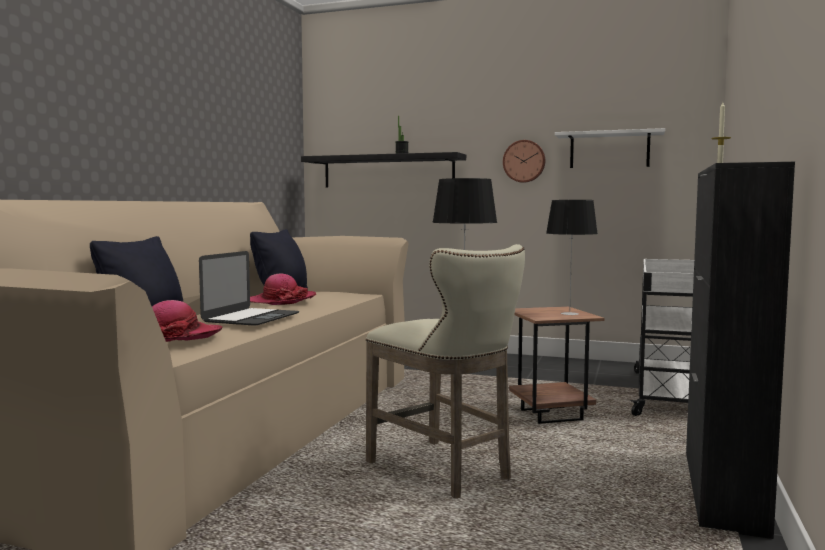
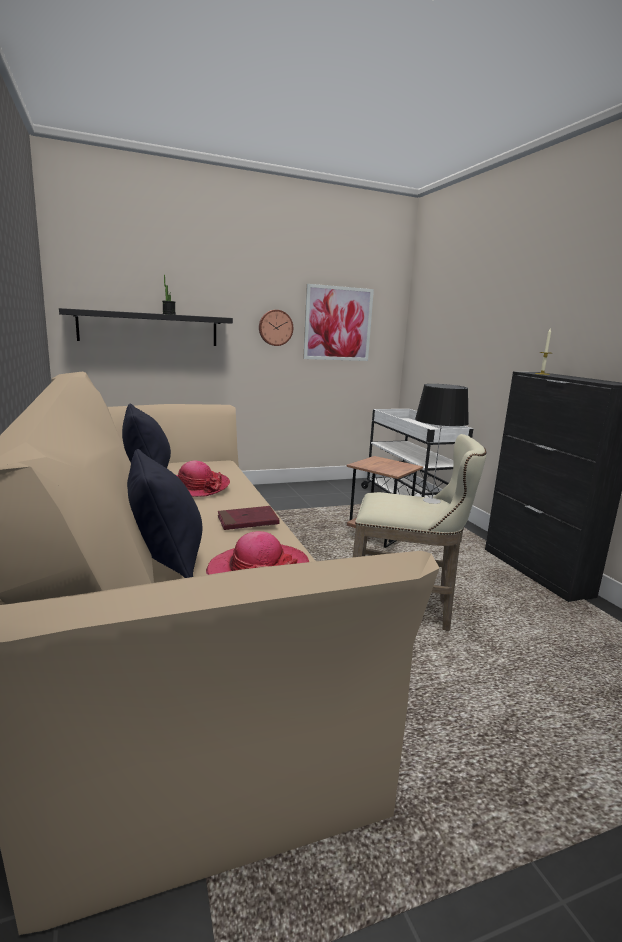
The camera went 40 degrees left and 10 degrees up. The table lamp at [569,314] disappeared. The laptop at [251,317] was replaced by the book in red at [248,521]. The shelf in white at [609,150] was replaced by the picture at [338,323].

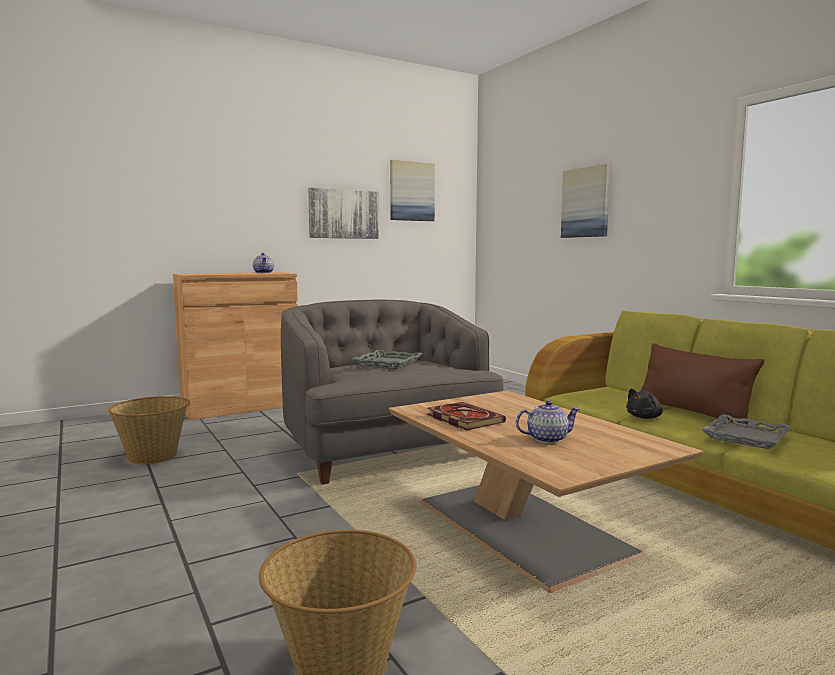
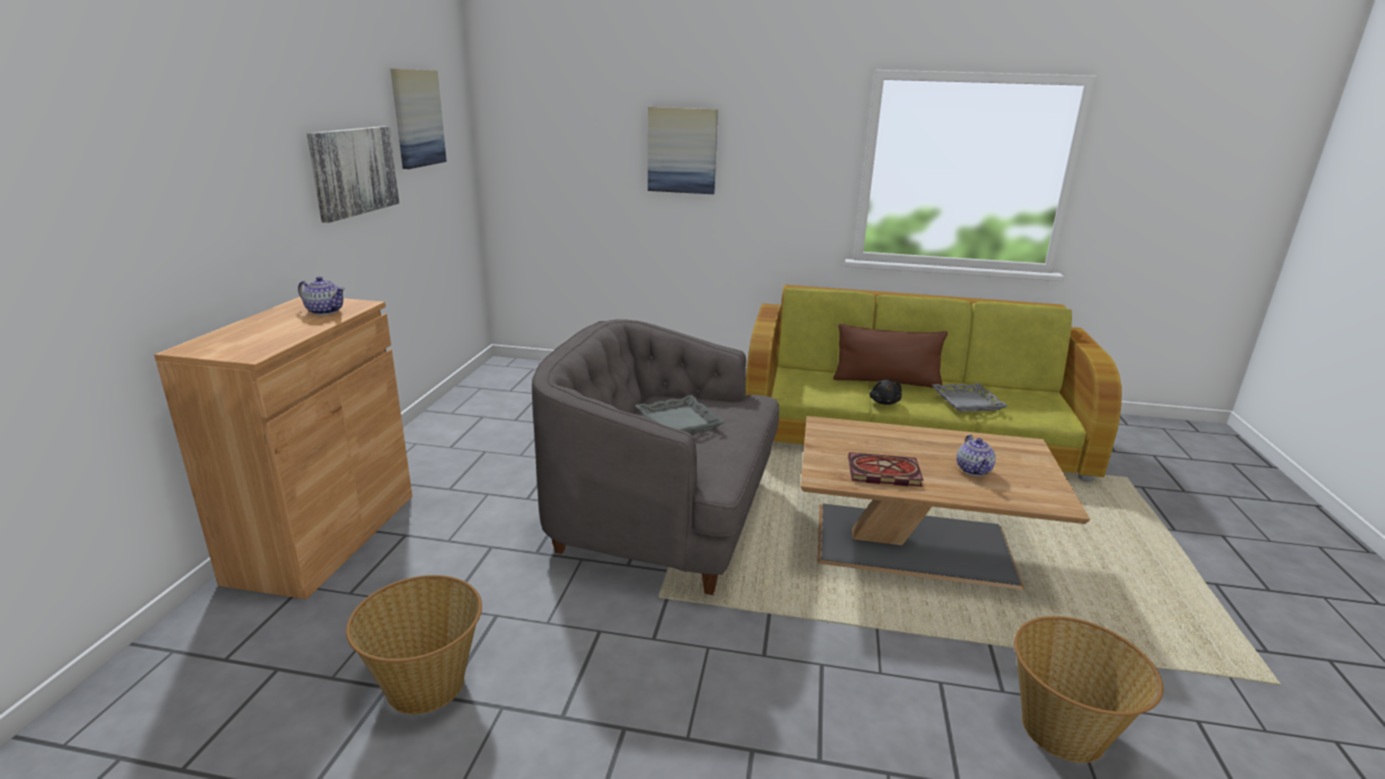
The camera went 50 degrees left and 15 degrees up. The teapot at [546,439] turned 150 degrees clockwise.

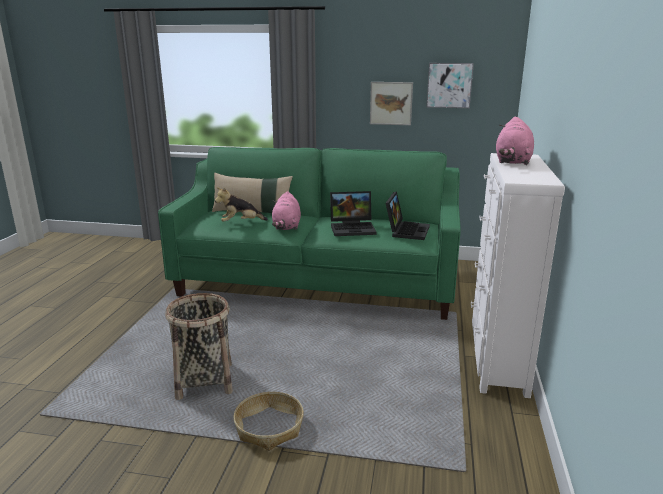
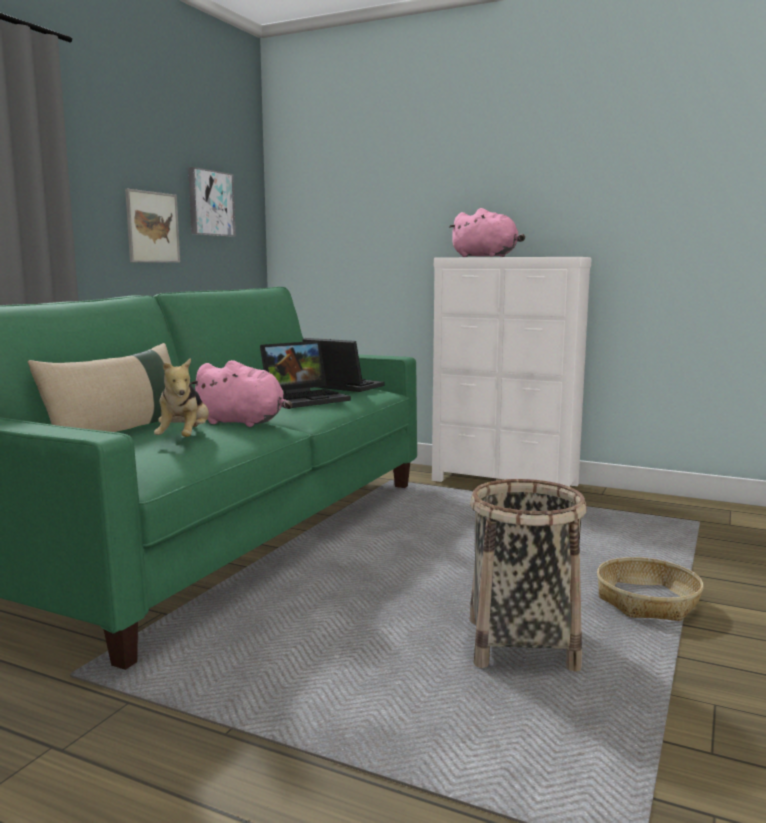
The camera went 75 degrees left and 10 degrees down. The laptop at [353,228] turned 45 degrees clockwise.

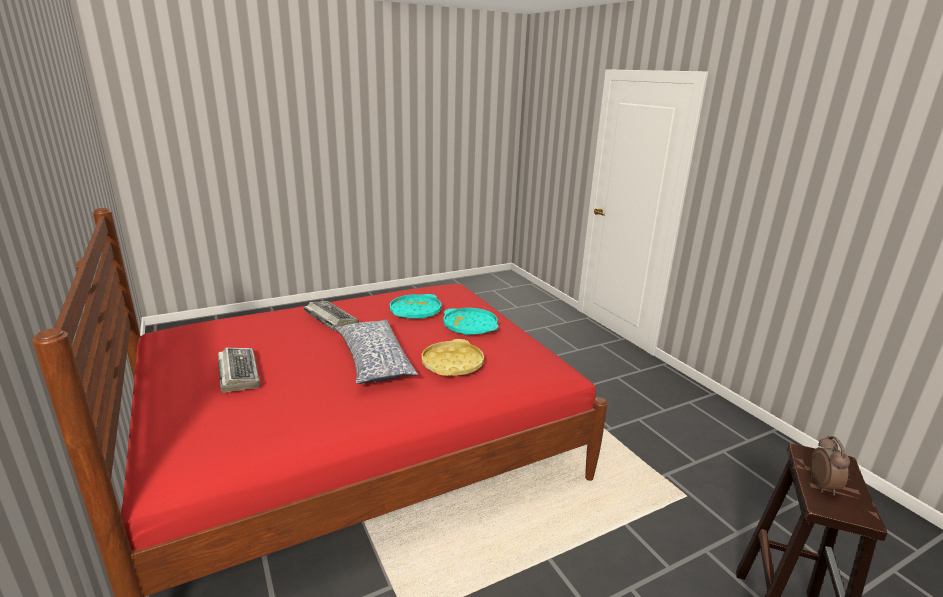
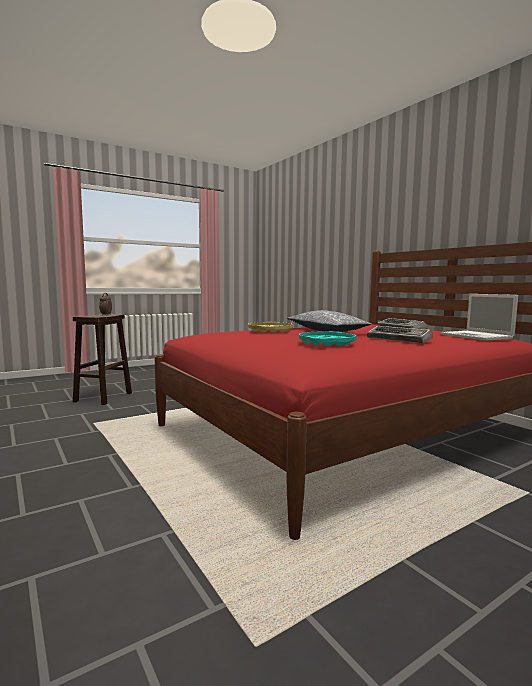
The camera went 175 degrees right and 15 degrees down. The tray in turquoise at [470,326] disappeared. The laptop at [477,336] appeared.

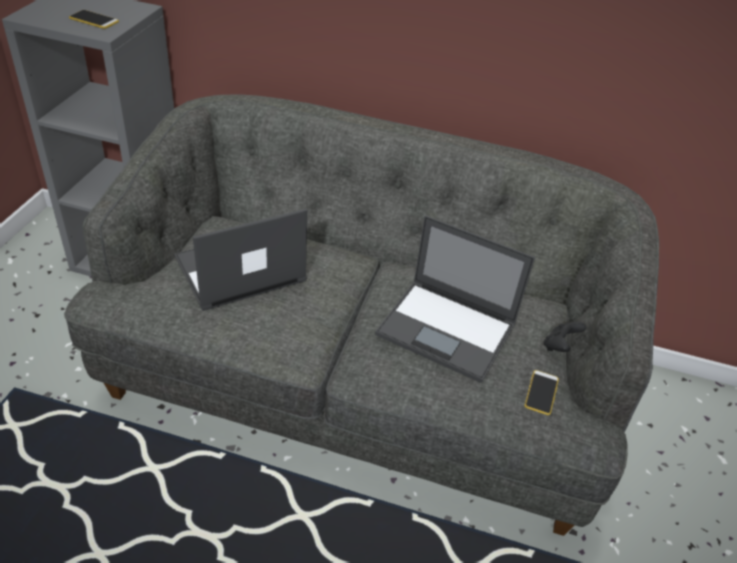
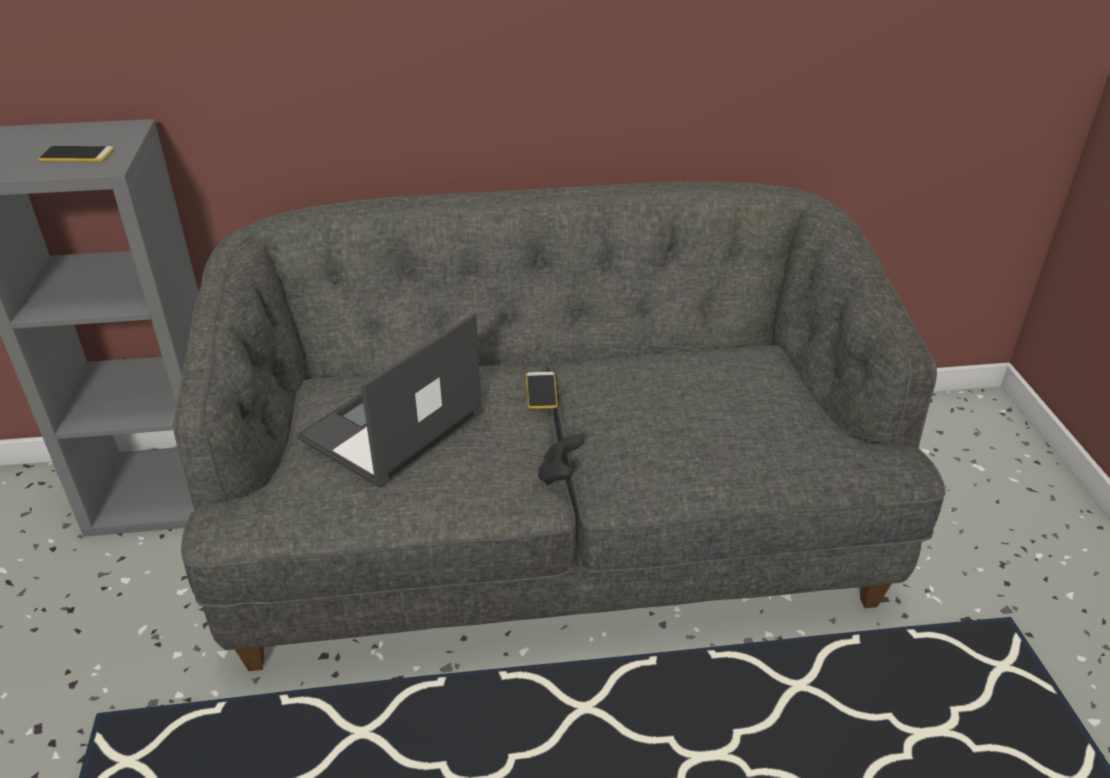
The camera went 20 degrees left and 5 degrees down. The laptop at [448,330] disappeared. The phone moved from [541,392] to [541,391]. The game controller in black moved from [559,346] to [559,474].

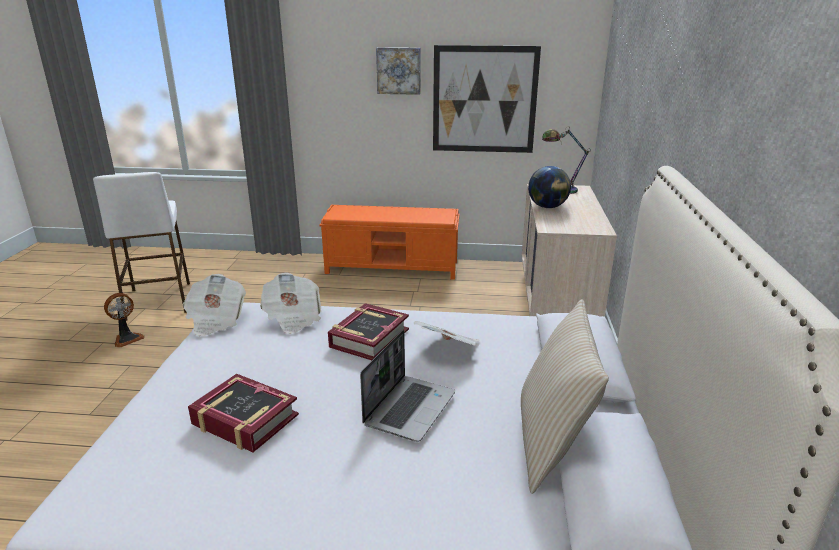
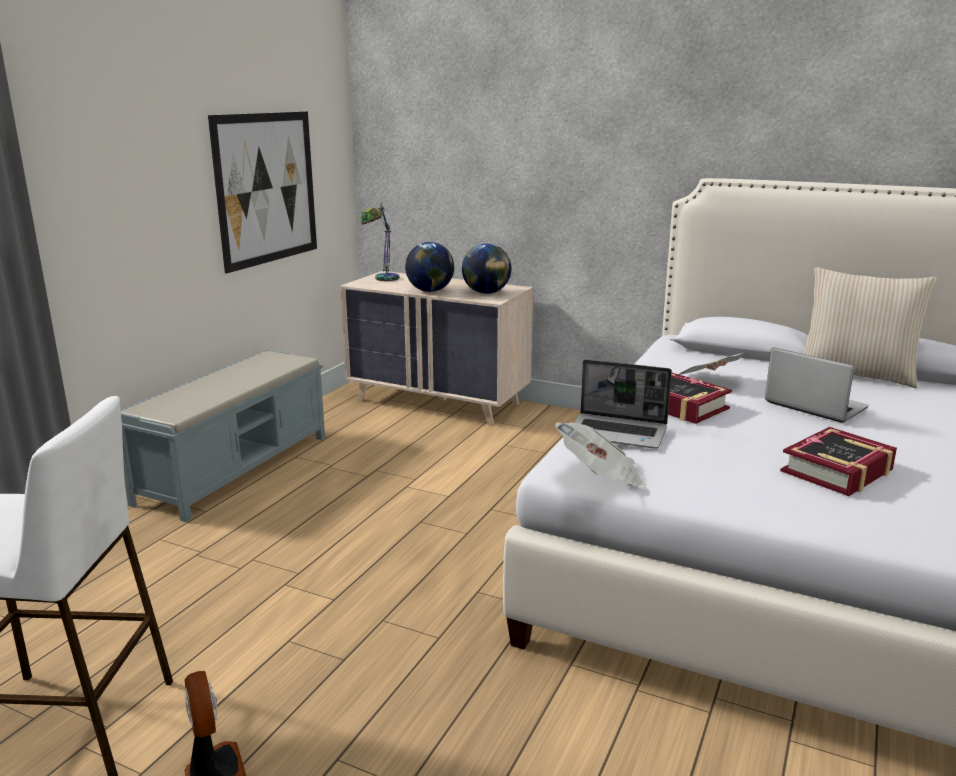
The camera went 70 degrees left and 5 degrees down. The picture at [399,70] disappeared. The globe at [486,293] appeared. The newspaper at [293,317] was replaced by the laptop at [619,433]. The bench in orange at [393,267] became the bench in grey at [236,468].

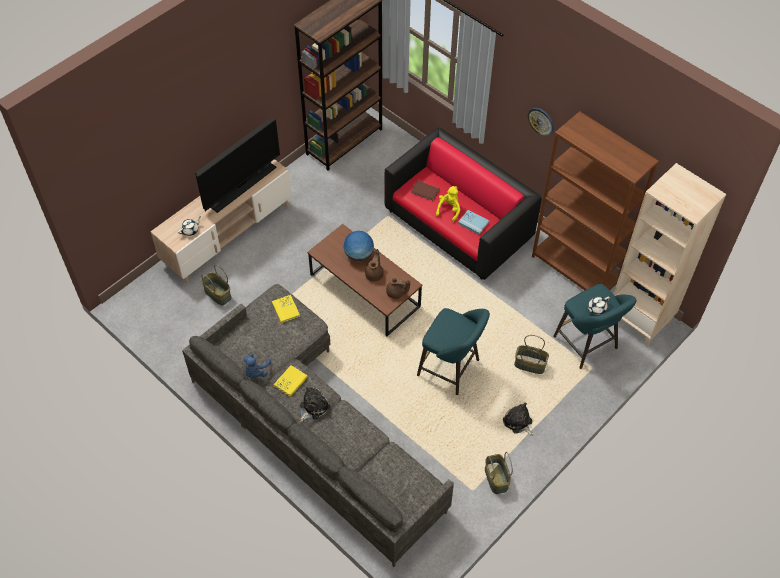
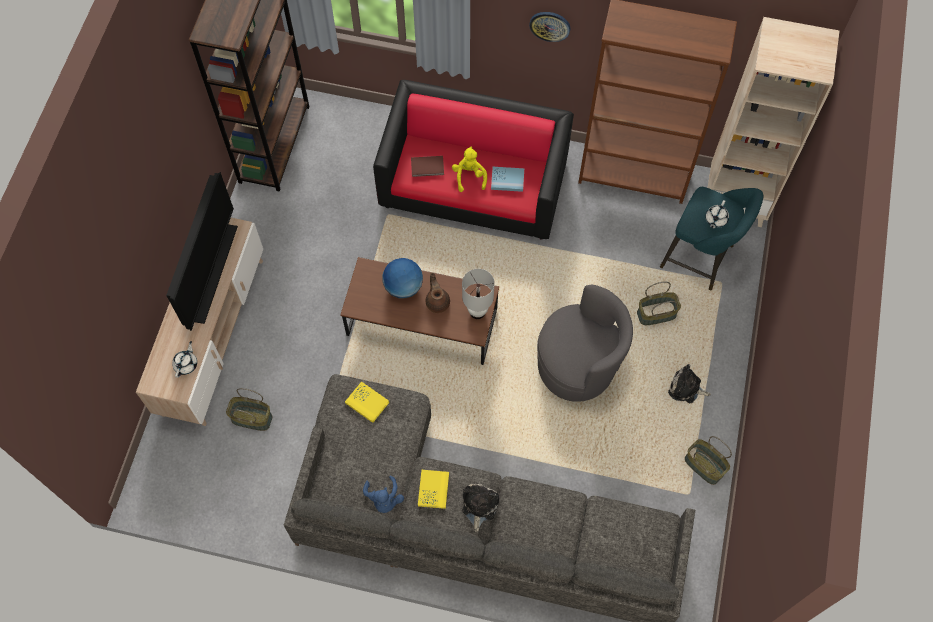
The camera went 30 degrees left and 10 degrees up. The teapot in brown at [396,293] was replaced by the table lamp in white at [477,312]. The stool in turquoise at [451,369] was replaced by the armchair in grey at [578,365].

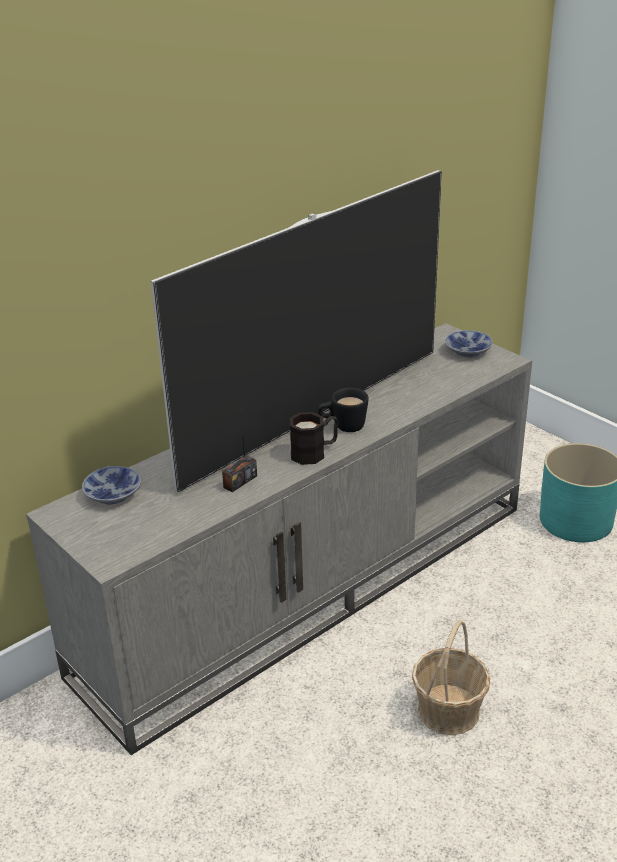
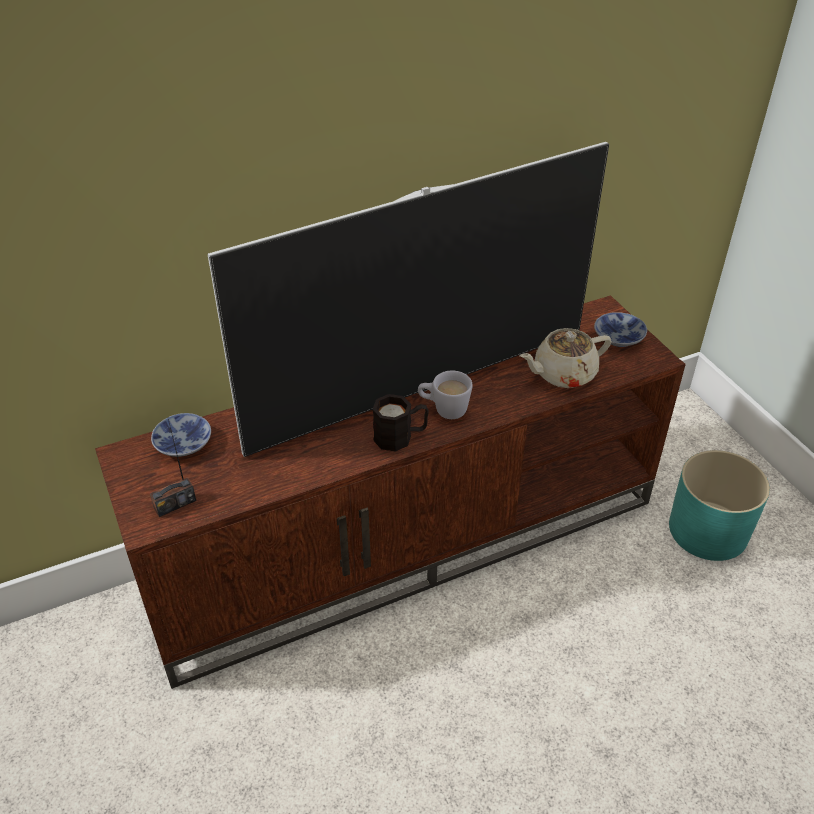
The camera went 15 degrees right and 10 degrees up. The basket at [449,710] disappeared. The teapot in beige at [563,374] appeared. The radio moved from [240,481] to [175,504]. The tv stand in grey at [311,584] became the tv stand in brown at [407,541]. The mug in black at [343,427] became the mug in white at [444,410].

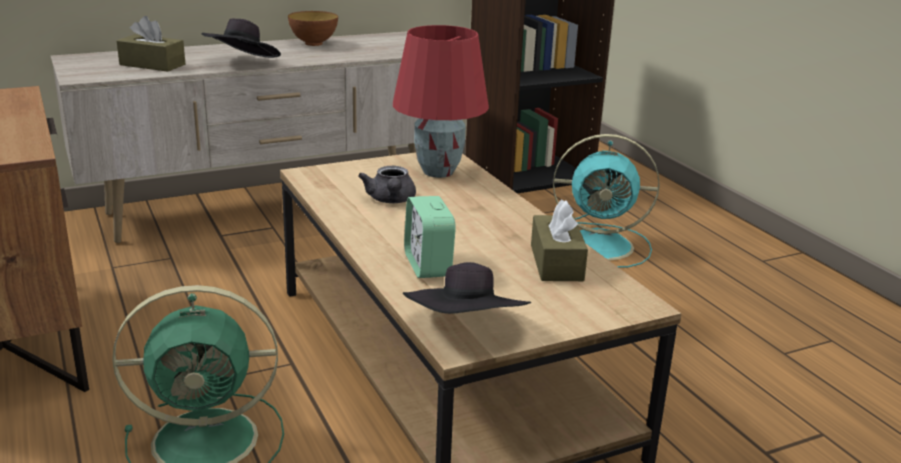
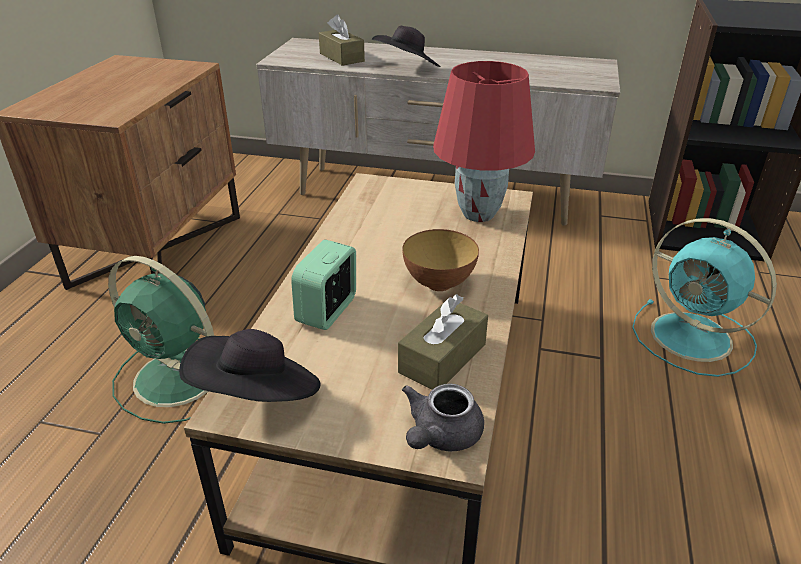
The camera went 40 degrees right and 10 degrees up. The bowl moved from [313,43] to [439,283]. The teapot in grey moved from [391,200] to [440,436].

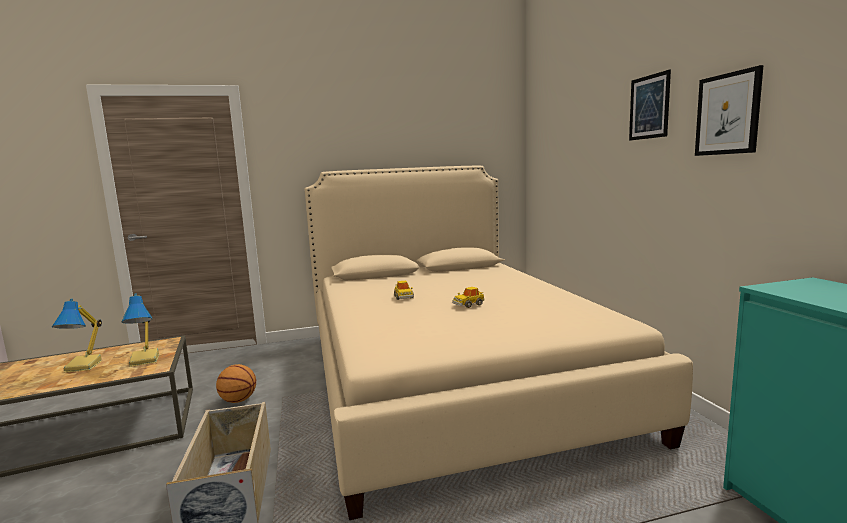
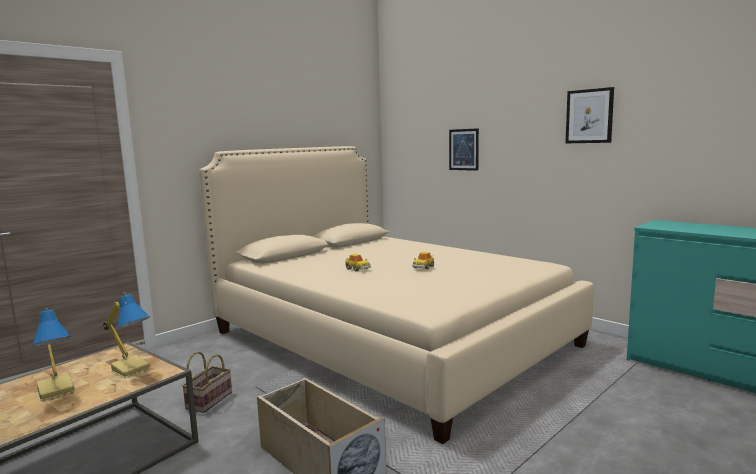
The camera went 30 degrees left and 0 degrees up. The picture moved from [649,107] to [463,149]. The basketball at [239,400] was replaced by the basket at [209,400].

